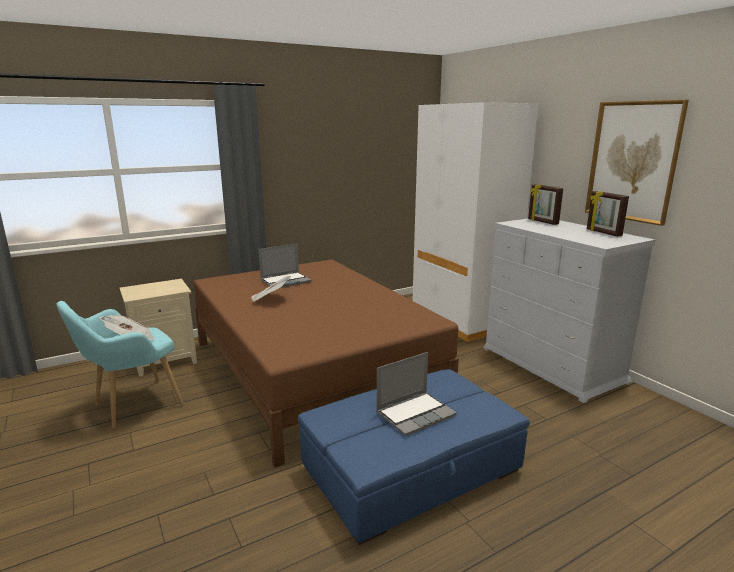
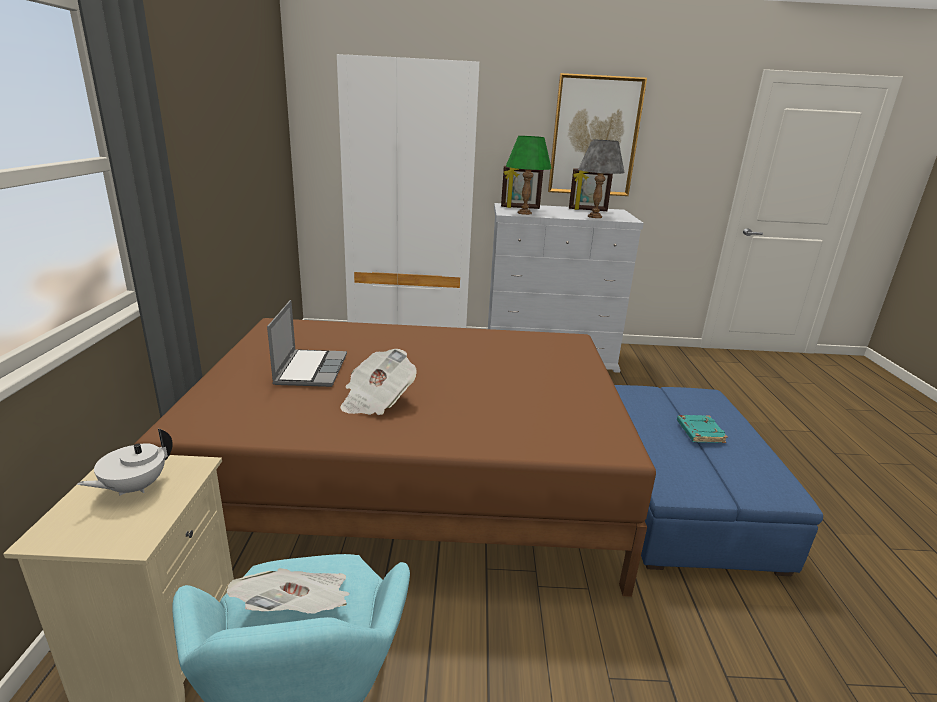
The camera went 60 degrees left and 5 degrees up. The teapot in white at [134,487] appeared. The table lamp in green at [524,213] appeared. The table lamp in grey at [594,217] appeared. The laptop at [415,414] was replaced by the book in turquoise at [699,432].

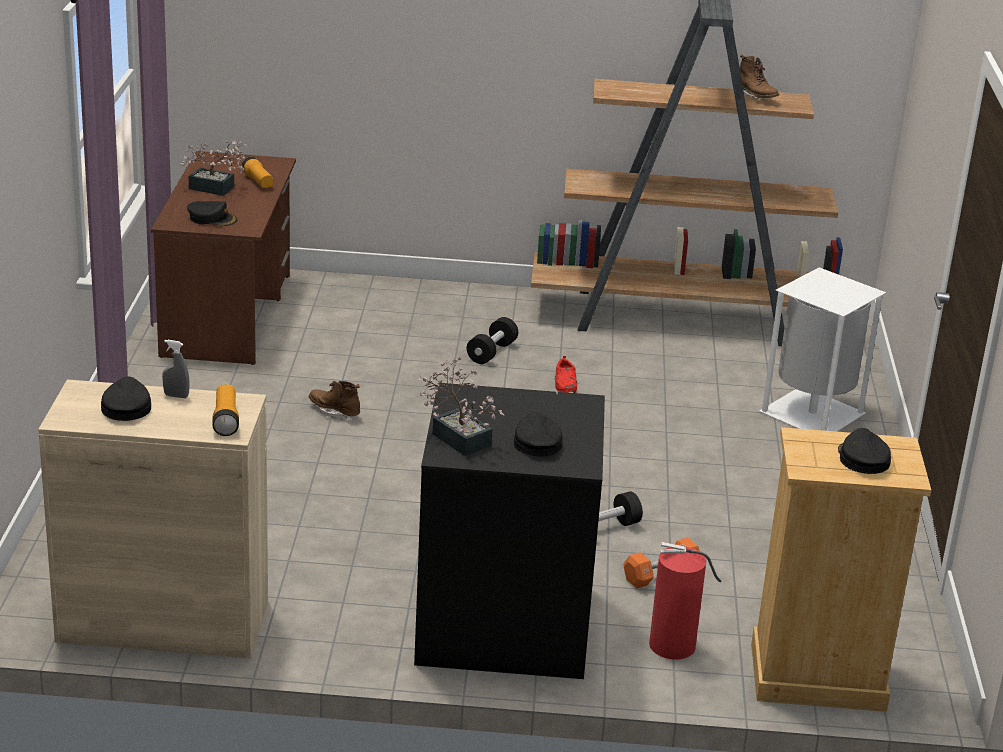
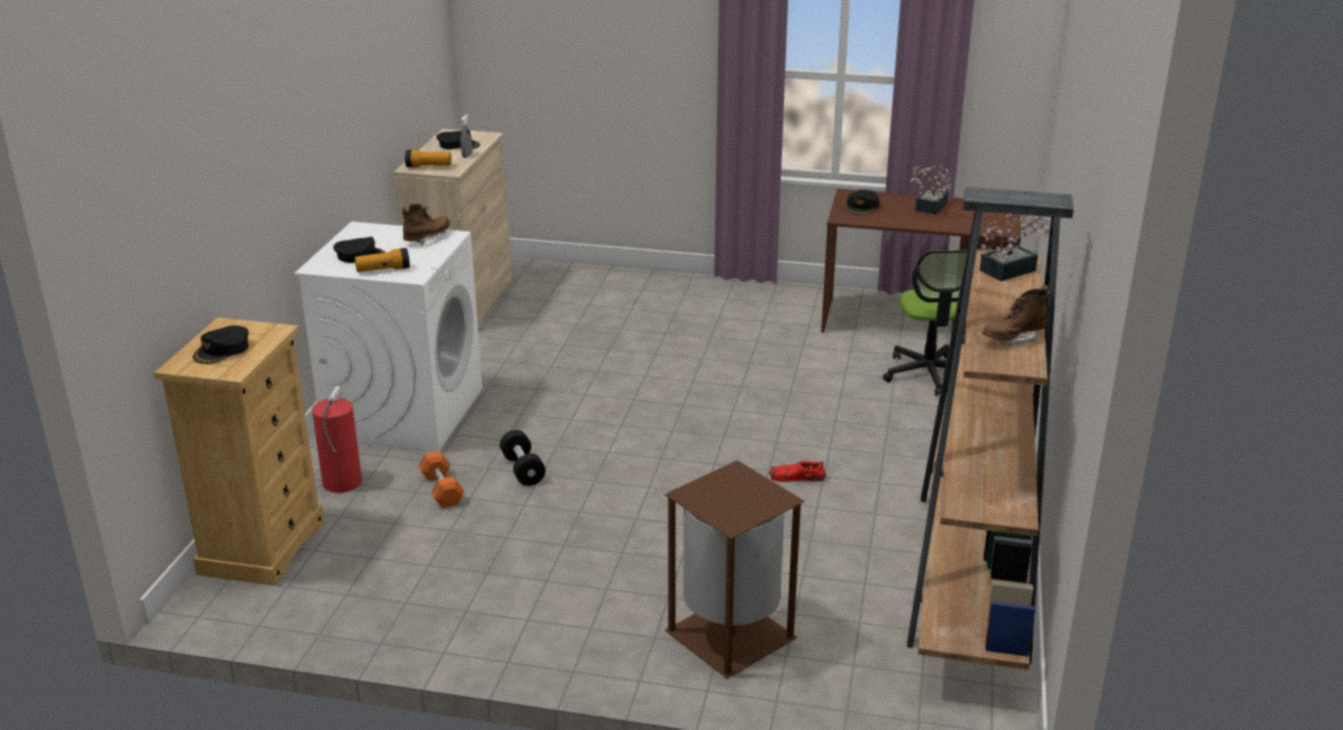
The camera went 100 degrees right and 0 degrees up. The dumbbell in black at [491,352] disappeared. The office chair at [928,374] appeared. The flashlight moved from [258,182] to [383,270]. The boot in brown moved from [334,412] to [427,238]. The potted plant moved from [457,436] to [1013,269]. The washing machine in black at [502,625] became the washing machine in white at [404,412]. The trash can in white at [814,413] became the trash can in brown at [730,636]. The cap in black at [862,459] turned 120 degrees clockwise.

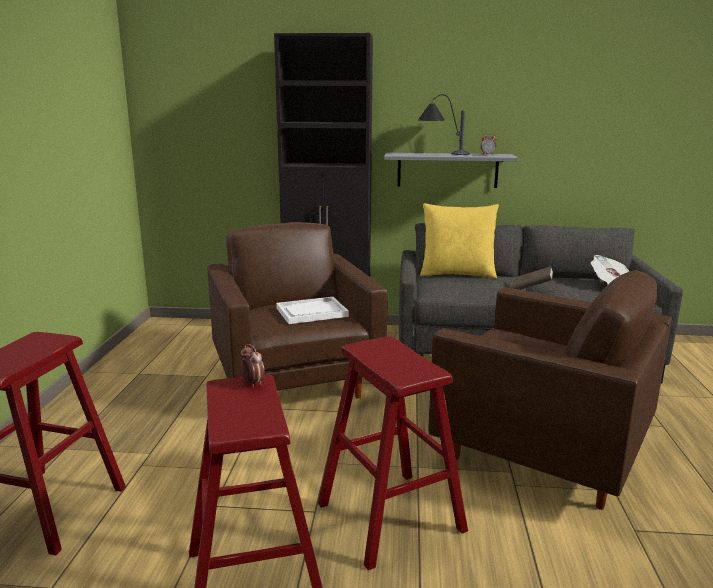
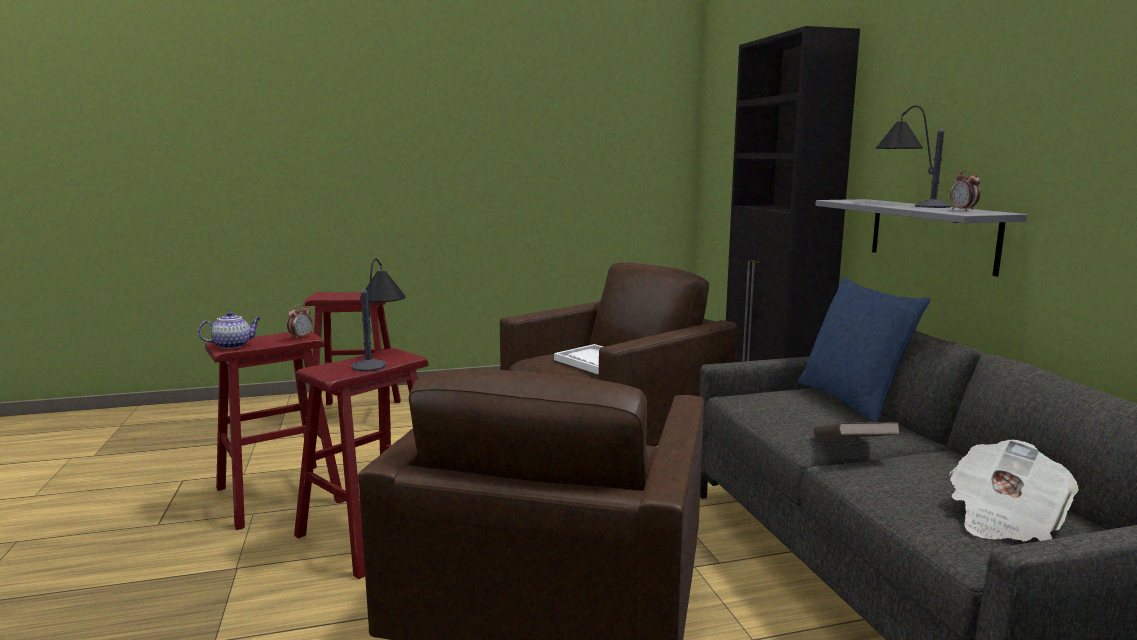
The camera went 70 degrees right and 5 degrees down. The teapot at [233,345] appeared. The table lamp at [379,357] appeared. The pillow in yellow at [457,274] became the pillow in blue at [853,400].

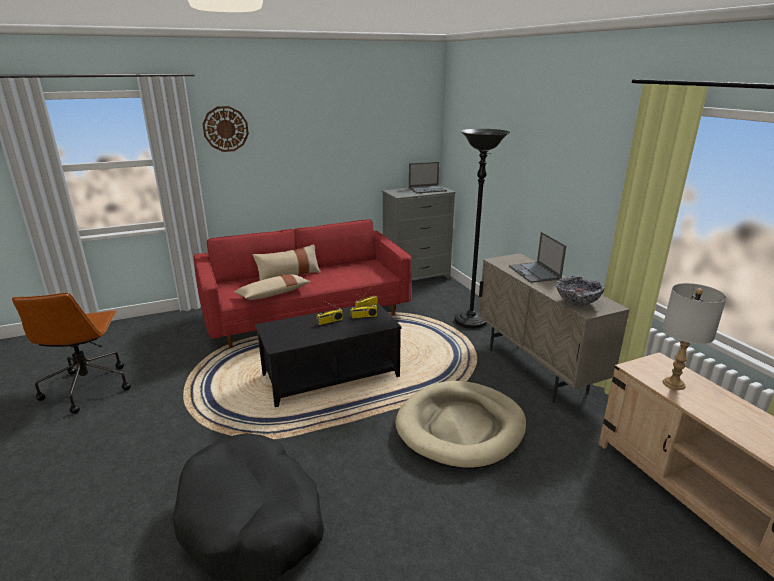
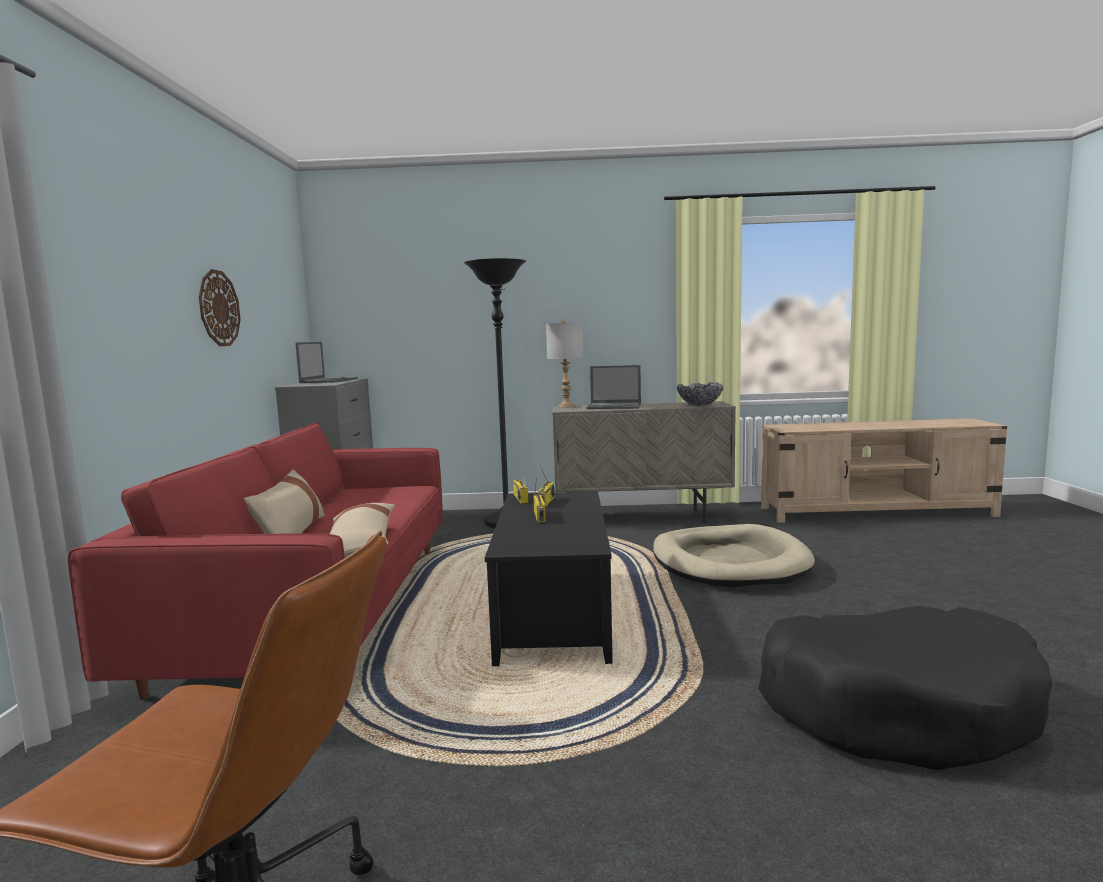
The camera went 65 degrees left and 15 degrees down. The wall clock moved from [225,129] to [219,308]. The table lamp in grey moved from [674,384] to [566,406].

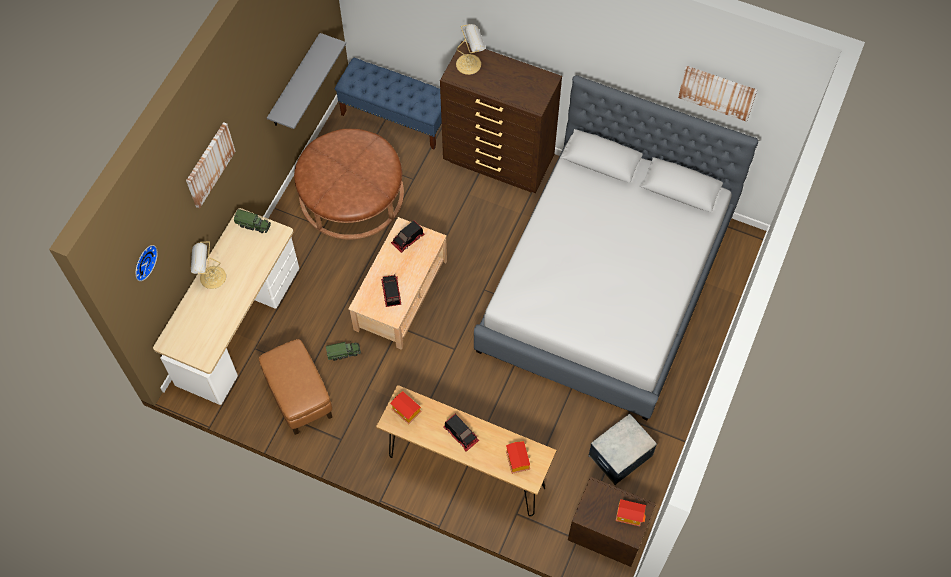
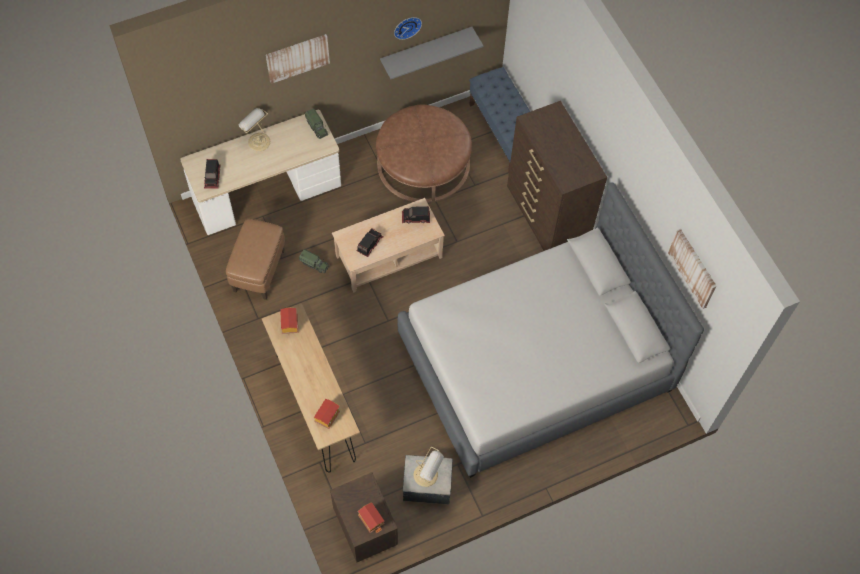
The camera went 40 degrees right and 0 degrees up. The wall clock moved from [143,261] to [406,26]. The toy truck moved from [461,434] to [213,177]. The table lamp moved from [470,63] to [427,475].

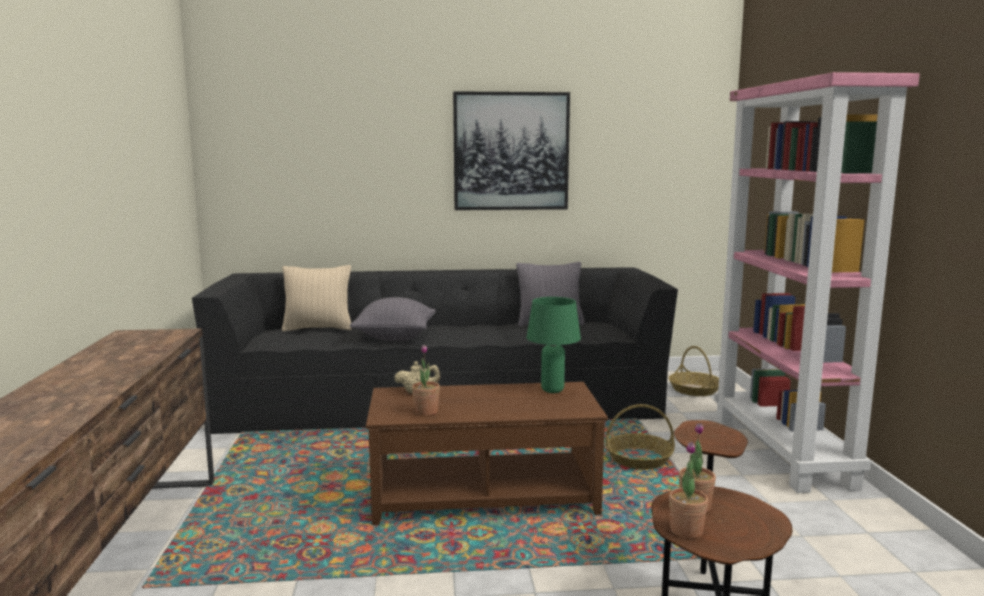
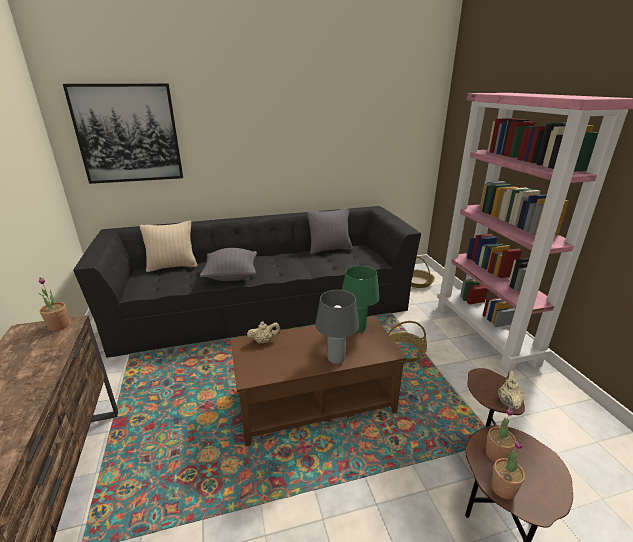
The camera went 10 degrees left and 15 degrees up. The table lamp in grey at [336,360] appeared. The teapot in beige at [508,402] appeared. The potted plant moved from [426,412] to [59,326]. The picture moved from [511,151] to [128,134].

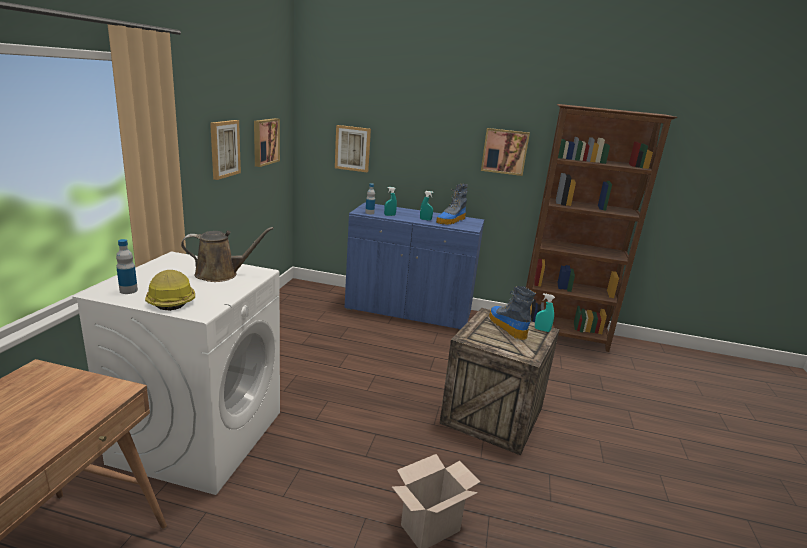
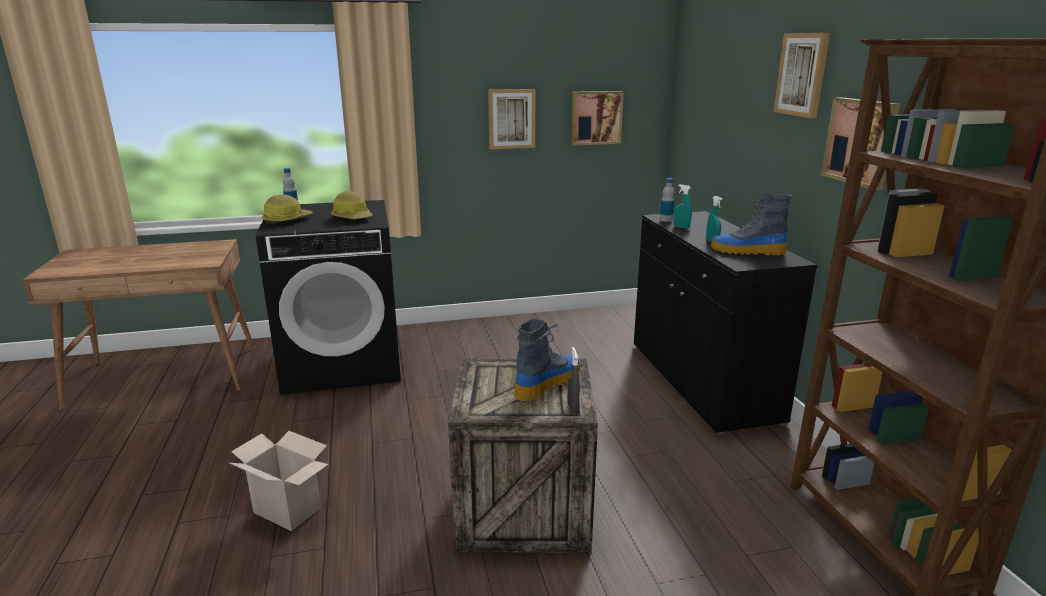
The camera went 65 degrees right and 0 degrees up. The picture moved from [352,148] to [802,74]. The watering can in brown at [221,274] was replaced by the hard hat at [353,218]. The washing machine in white at [199,436] became the washing machine in black at [343,363]. The cabinet in blue at [408,311] became the cabinet in black at [701,381]. The spray bottle in turquoise at [542,330] became the spray bottle in grey at [573,409].

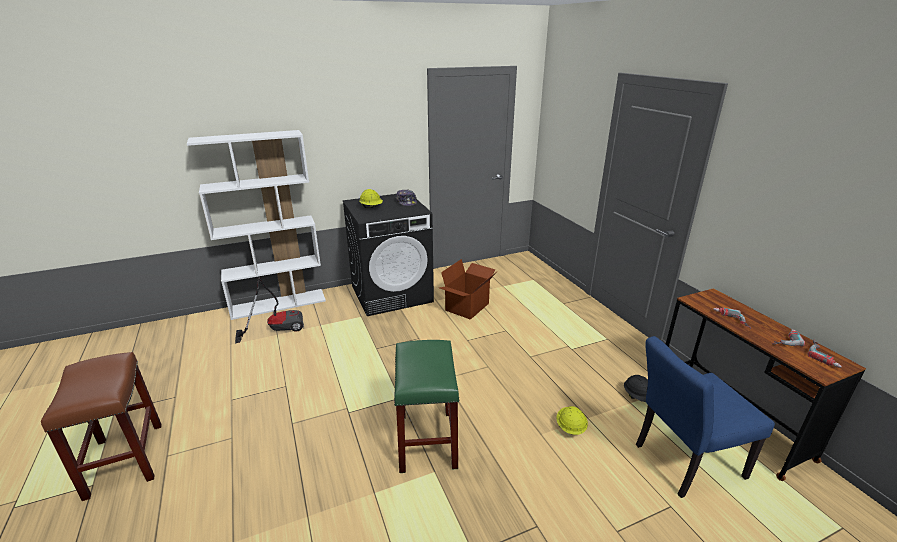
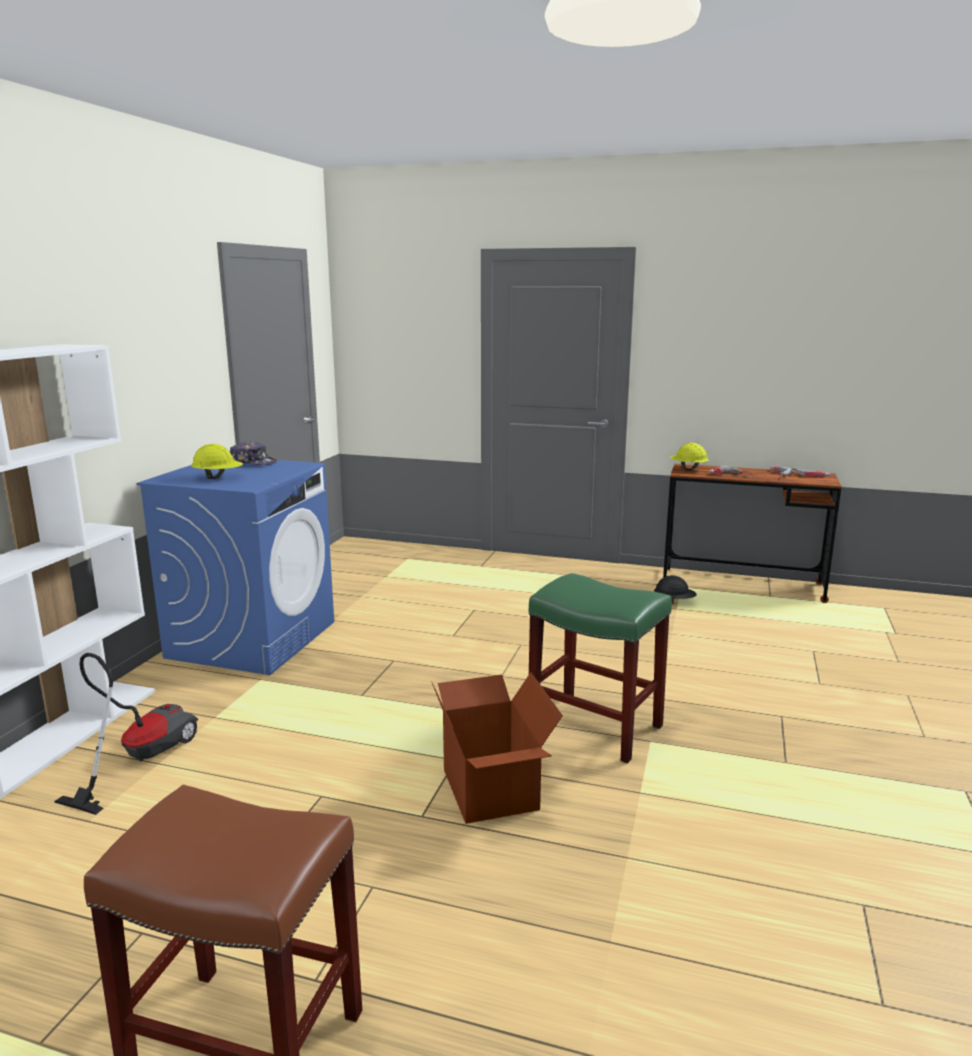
The camera went 50 degrees left and 10 degrees down. The chair in blue at [682,462] disappeared. The cardboard box moved from [468,307] to [492,789]. The hard hat in yellow moved from [570,427] to [688,469]. The washing machine in black at [392,294] became the washing machine in blue at [253,639].

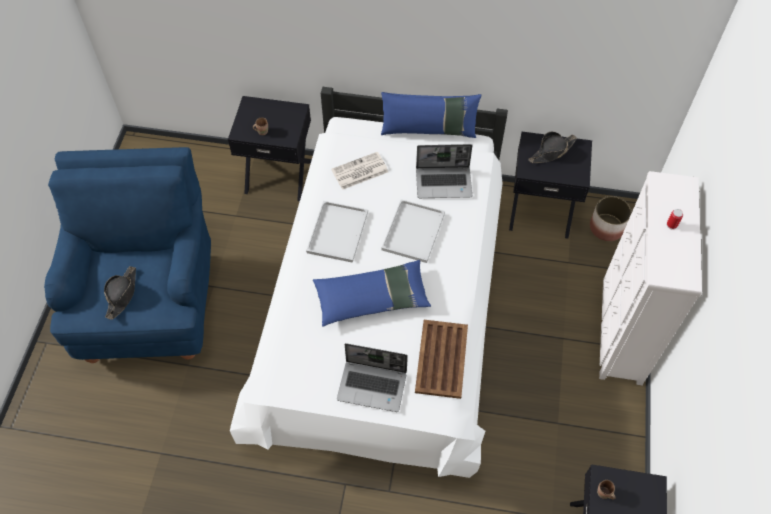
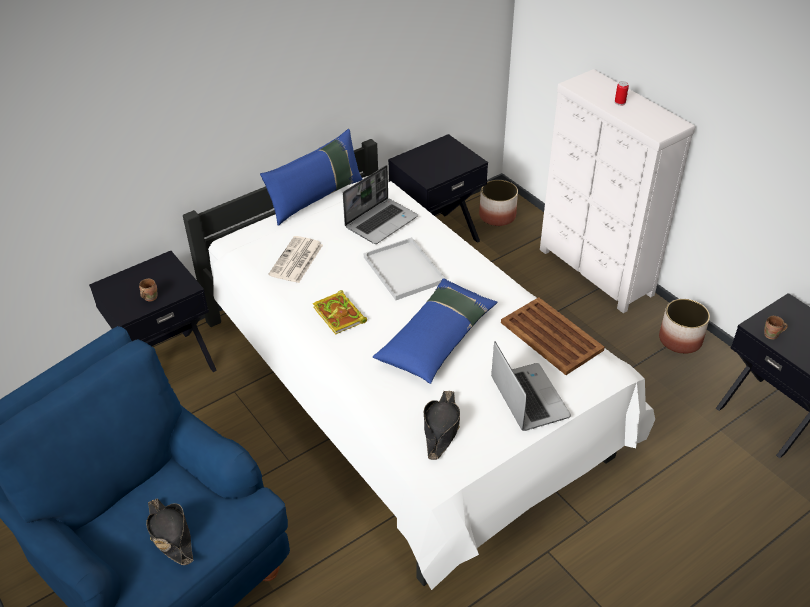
The camera went 45 degrees left and 15 degrees down. The planter at [680,340] appeared. The hat in black moved from [551,152] to [441,428]. The tray in white at [338,233] was replaced by the book at [340,315]. The laptop at [373,386] turned 75 degrees counterclockwise.

